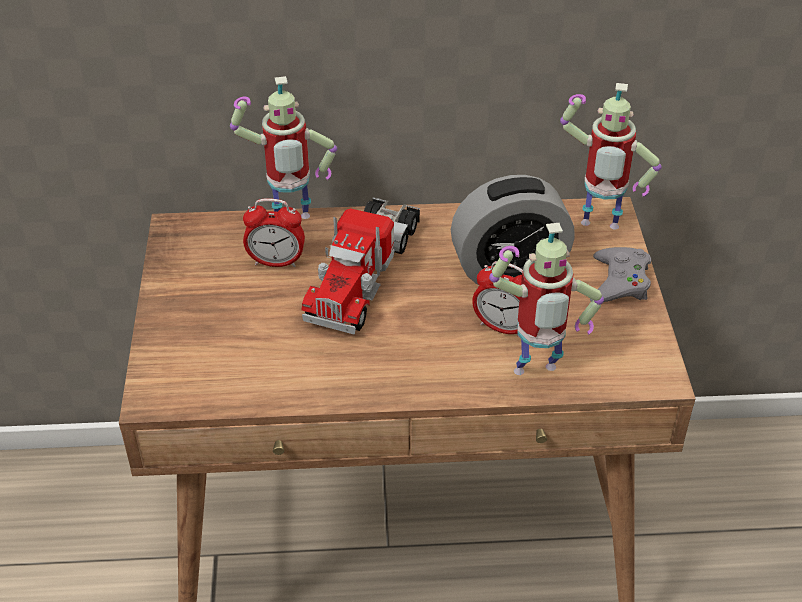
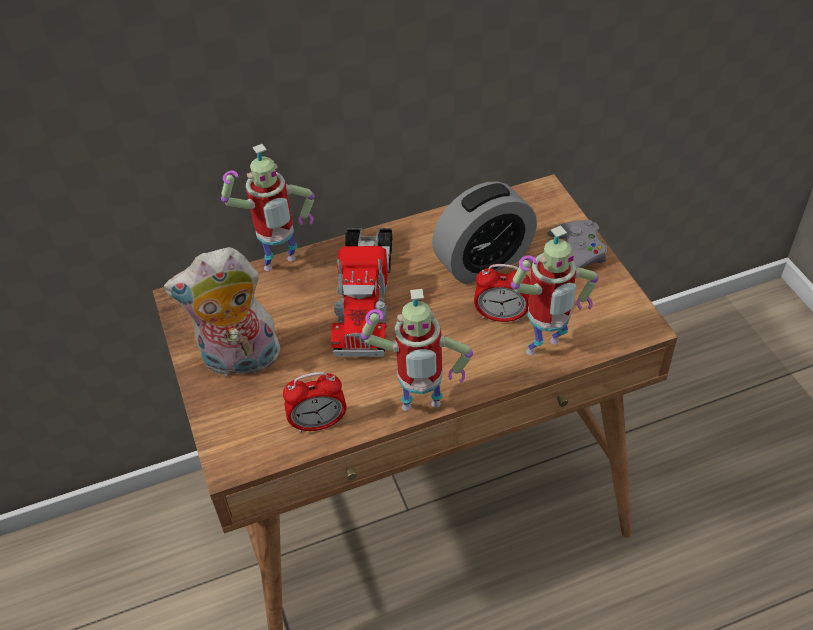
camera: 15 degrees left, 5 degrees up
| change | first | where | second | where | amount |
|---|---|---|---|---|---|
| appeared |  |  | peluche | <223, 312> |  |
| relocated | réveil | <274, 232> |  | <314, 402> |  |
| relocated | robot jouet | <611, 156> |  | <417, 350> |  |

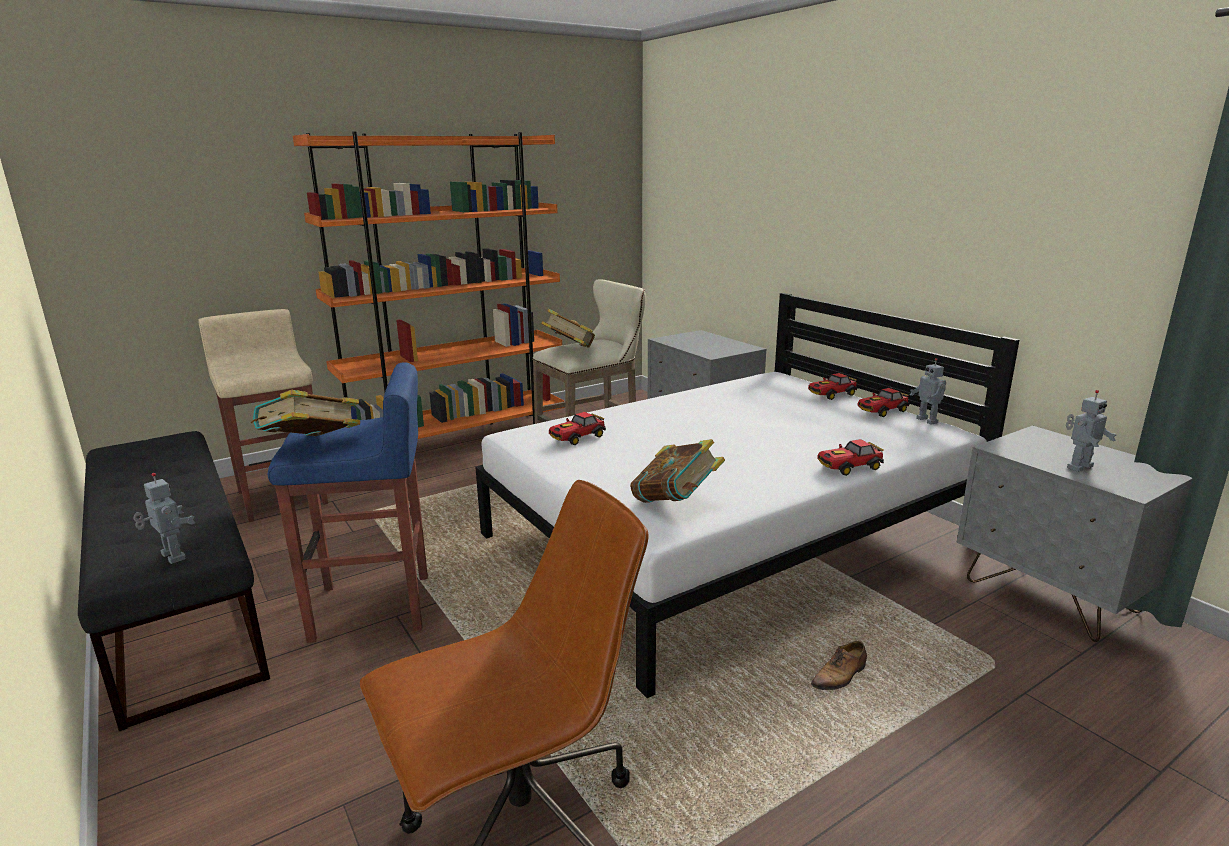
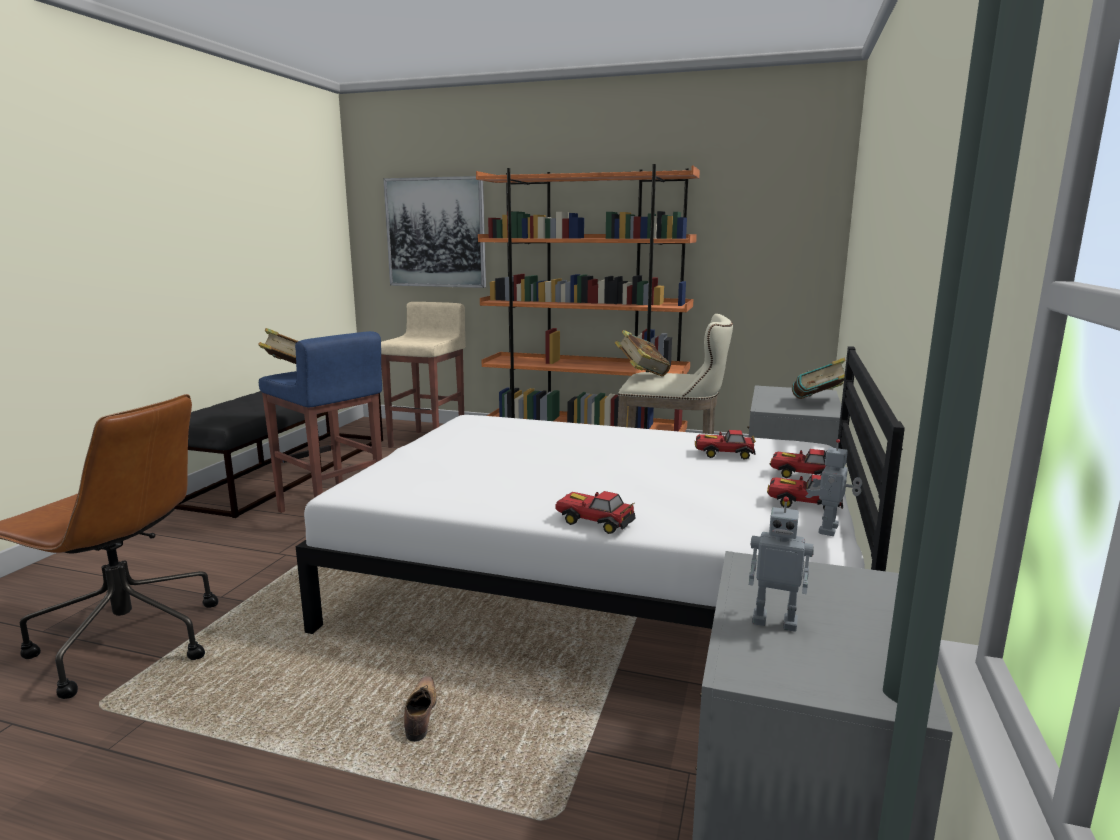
camera: 50 degrees right, 5 degrees down
| change | first | where | second | where | amount |
|---|---|---|---|---|---|
| missing | robot jouet | <164, 518> |  |  |  |
| appeared |  |  | tableau | <434, 232> |  |
| relocated | petite voiture | <577, 428> |  | <725, 445> |  |
| relocated | livre | <677, 471> |  | <819, 378> |  |
| spun | chaussure | <839, 665> |  | <420, 709> | 75 degrees clockwise |

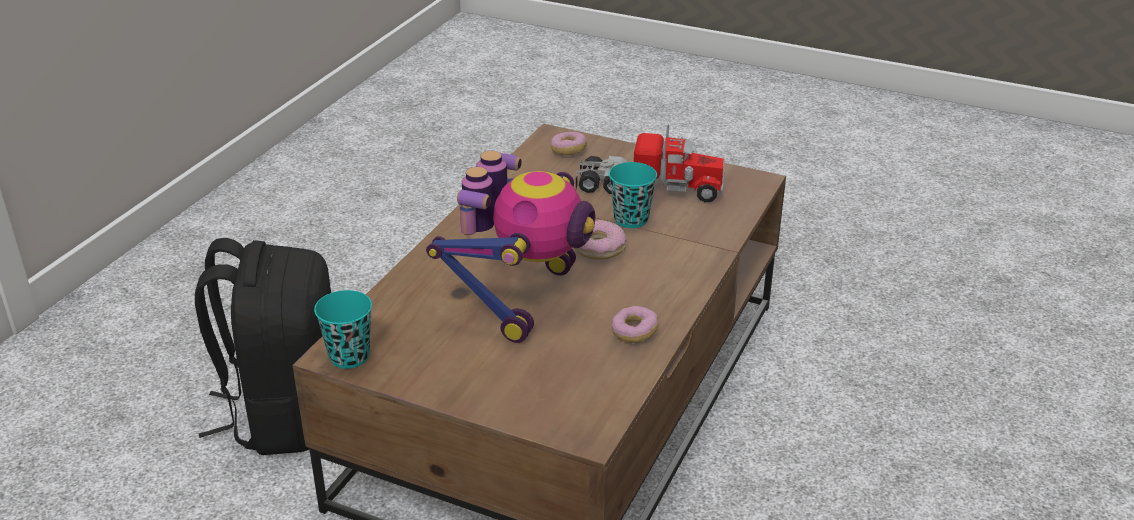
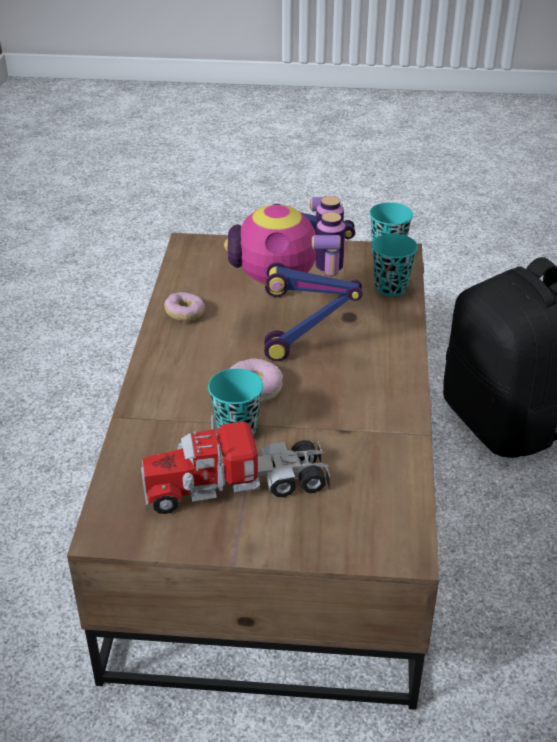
camera: 160 degrees right, 5 degrees up
| change | first | where | second | where | amount |
|---|---|---|---|---|---|
| missing | beignet | <569, 143> |  |  |  |
| appeared |  |  | tasse/turquoise | <395, 265> |  |

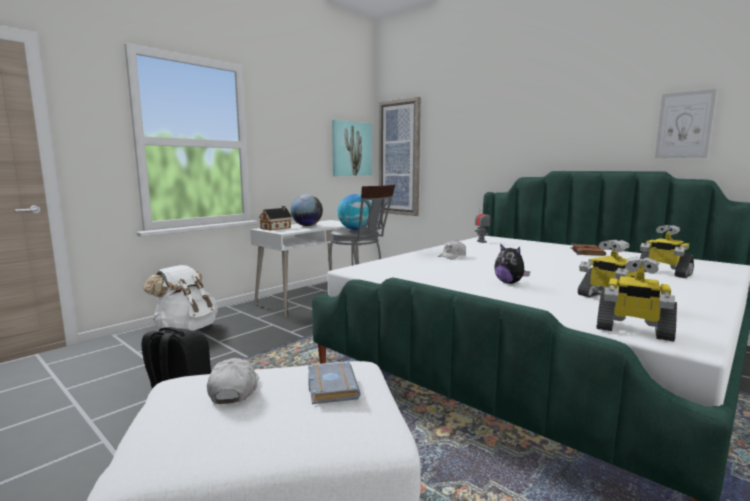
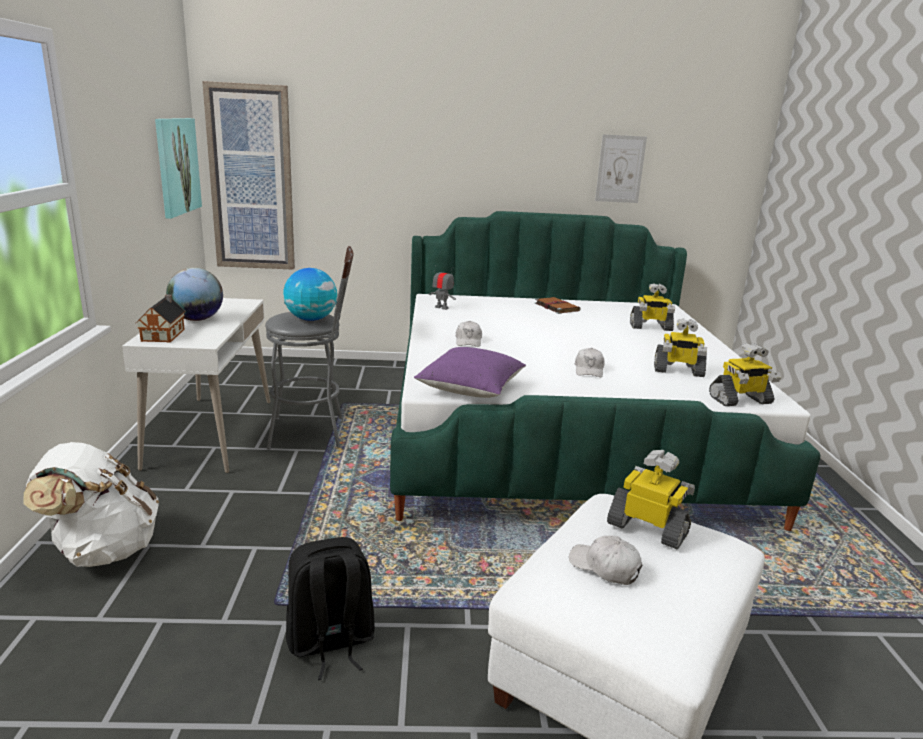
camera: 45 degrees left, 10 degrees up
| change | first | where | second | where | amount |
|---|---|---|---|---|---|
| appeared |  |  | coussin/violet | <470, 372> |  |
| exchanged | livre/gris | <334, 383> | robot jouet | <651, 499> |  |
| exchanged | peluche | <512, 264> | casquette/blanc | <590, 362> |  |

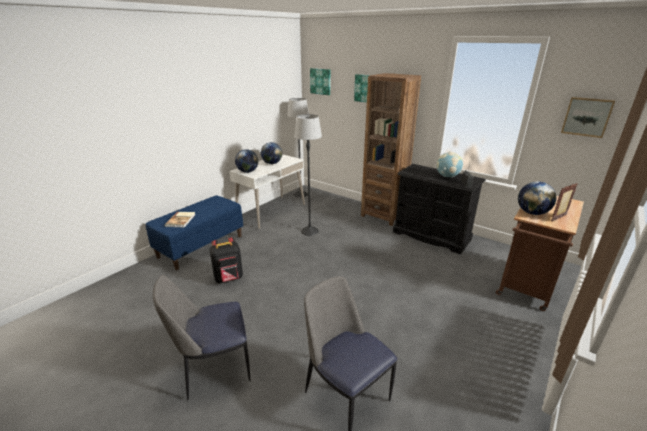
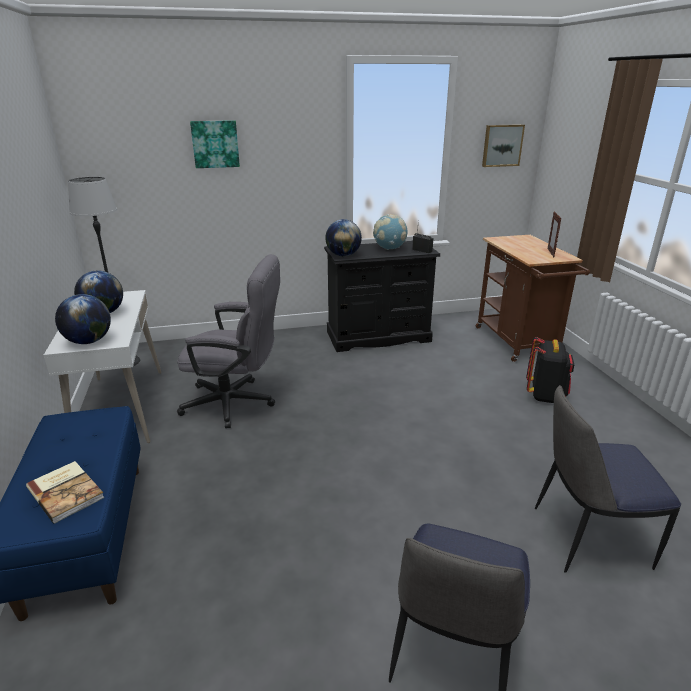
camera: 50 degrees left, 0 degrees up
| change | first | where | second | where | amount |
|---|---|---|---|---|---|
| missing | tableau | <320, 81> |  |  |  |
| missing | bibliothèque/marron | <391, 149> |  |  |  |
| relocated | sac à dos/noir | <226, 260> |  | <550, 370> |  |
| relocated | globe | <537, 198> |  | <343, 237> |  |
| exchanged | lampadaire | <308, 175> | chaise de bureau/gris | <228, 341> |  |

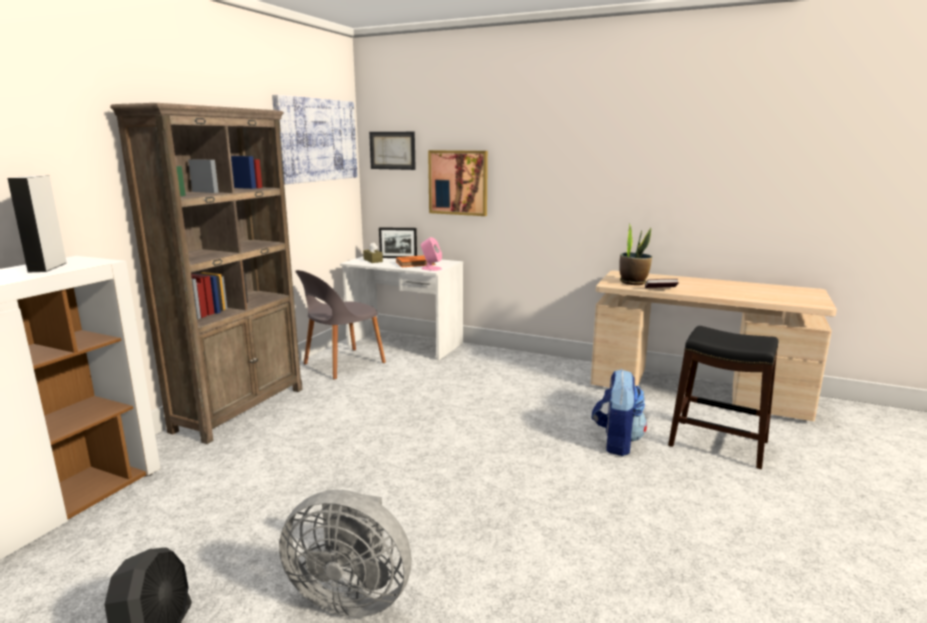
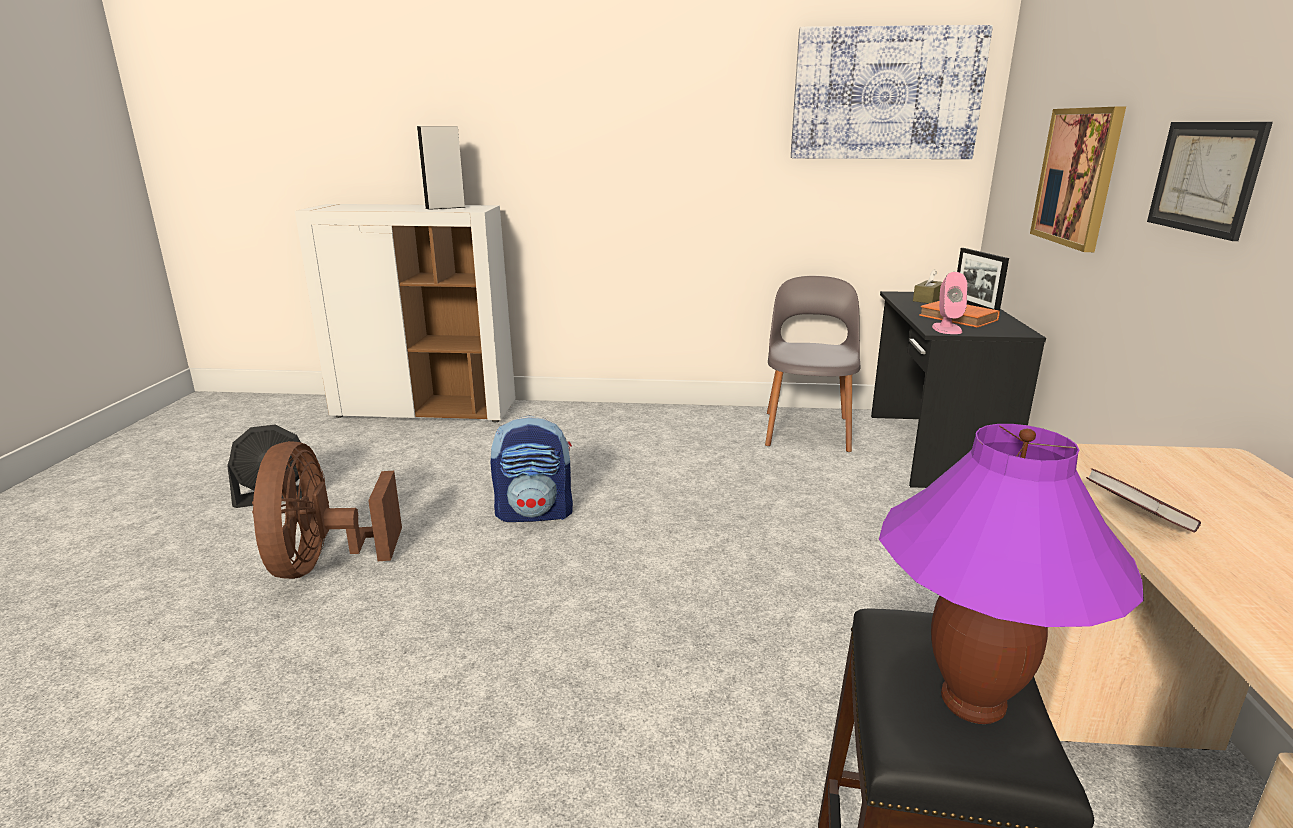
camera: 70 degrees right, 5 degrees up
| change | first | where | second | where | amount |
|---|---|---|---|---|---|
| missing | bibliothèque/marron | <206, 273> |  |  |  |
| missing | plante en pot | <635, 254> |  |  |  |
| appeared |  |  | lampe de table/violet | <1011, 574> |  |
| relocated | tableau | <392, 151> |  | <1210, 181> |  |
| relocated | sac à dos | <619, 412> |  | <532, 469> |  |
| colour | ventilateur/gris | <345, 553> | ventilateur/marron | <327, 510> |  |
| colour | bureau/blanc | <401, 308> | bureau/noir | <958, 389> |  |
| spun | chaise/gris | <340, 325> |  | <812, 364> | 75 degrees clockwise |

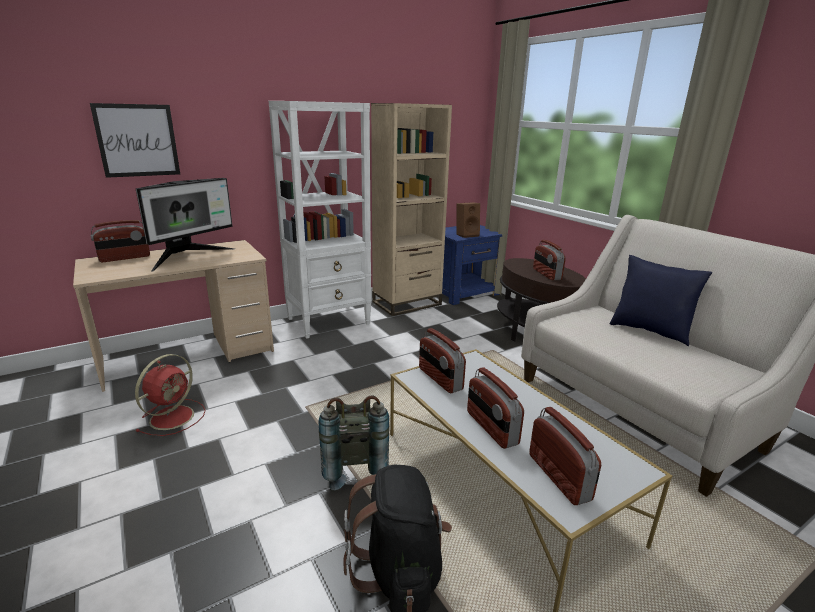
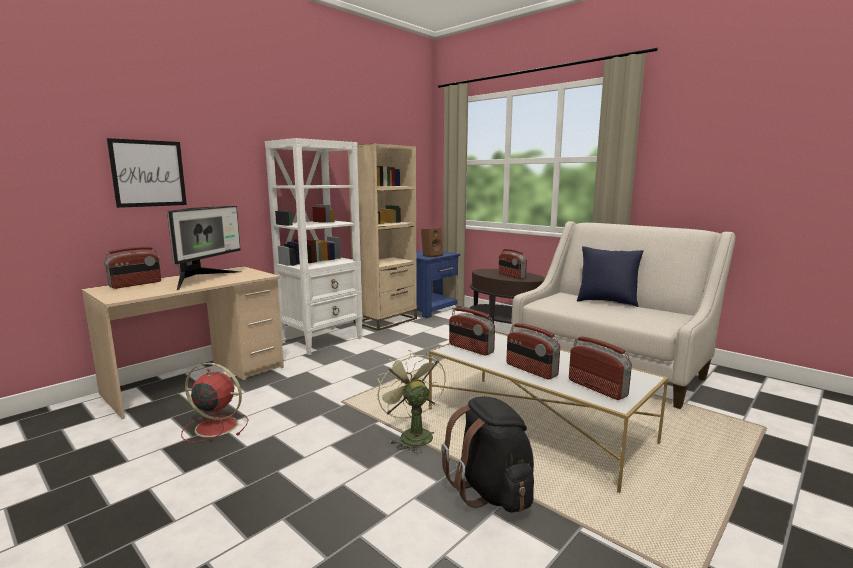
camera: 15 degrees left, 10 degrees down
| change | first | where | second | where | amount |
|---|---|---|---|---|---|
| exchanged | sac à dos/gris | <354, 442> | ventilateur/vert | <411, 401> |  |
| spun | ventilateur/rouge | <170, 395> |  | <215, 402> | 90 degrees counterclockwise |

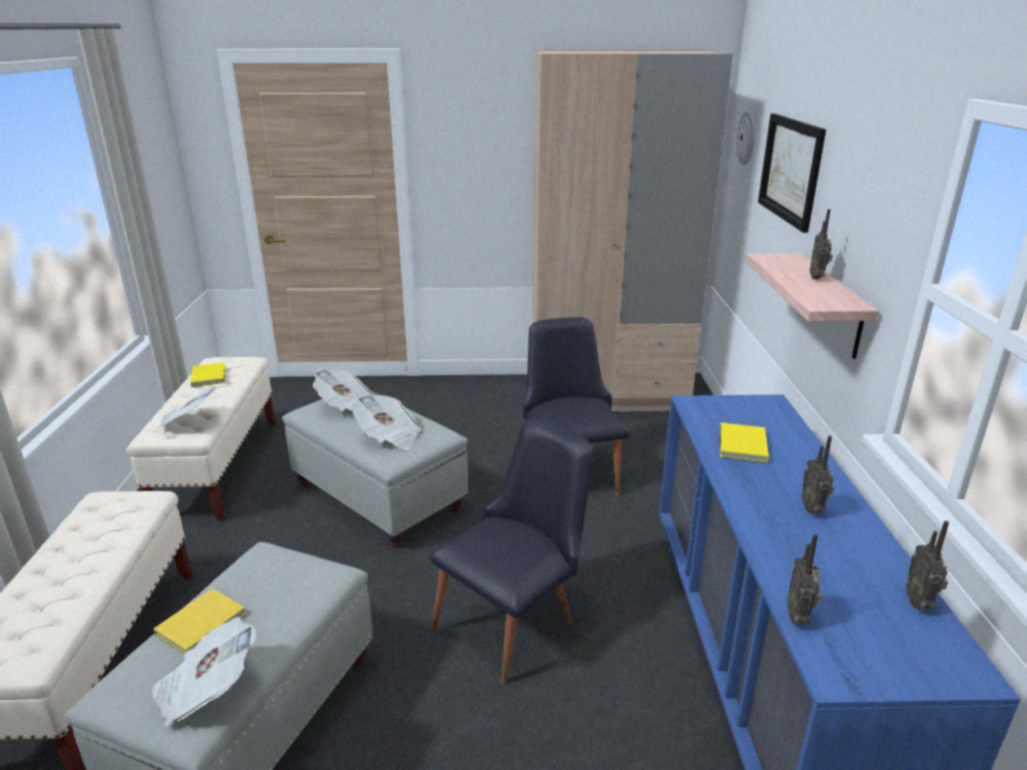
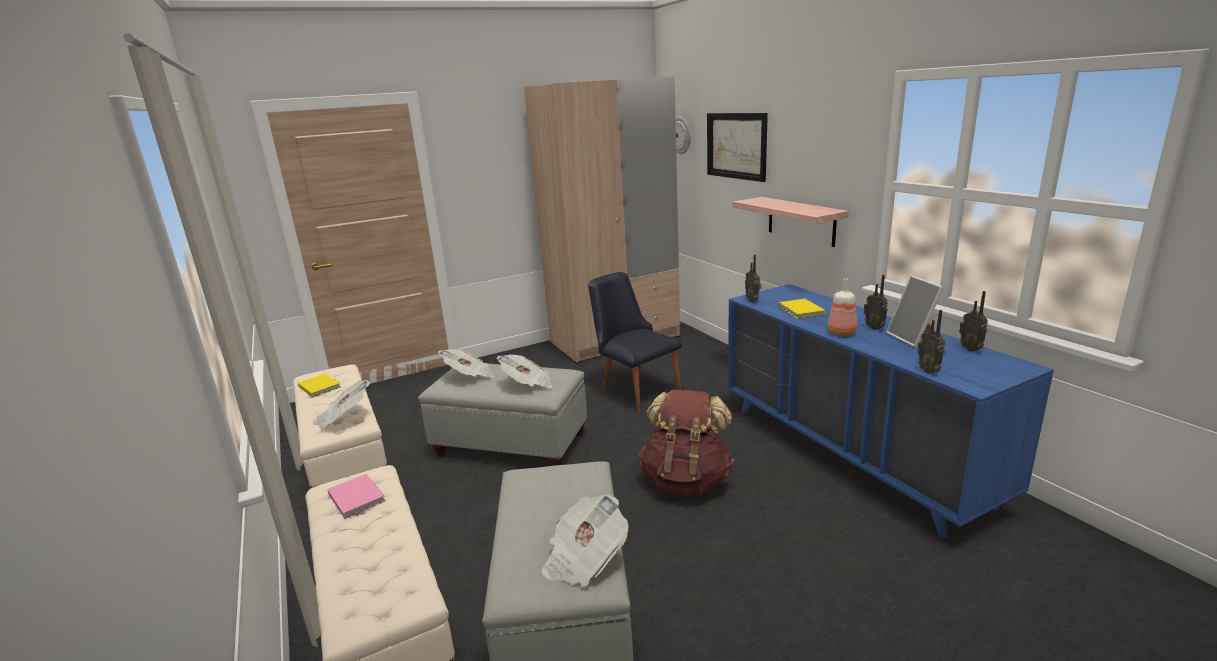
camera: 25 degrees left, 5 degrees down
| change | first | where | second | where | amount |
|---|---|---|---|---|---|
| missing | livre/jaune | <200, 621> |  |  |  |
| appeared |  |  | livre/rose | <356, 496> |  |
| appeared |  |  | bouteille | <842, 307> |  |
| appeared |  |  | cadre photo | <915, 311> |  |
| relocated | radio | <821, 244> |  | <753, 278> |  |
| exchanged | chaise/noir | <512, 551> | sac à dos/marron | <686, 443> |  |

